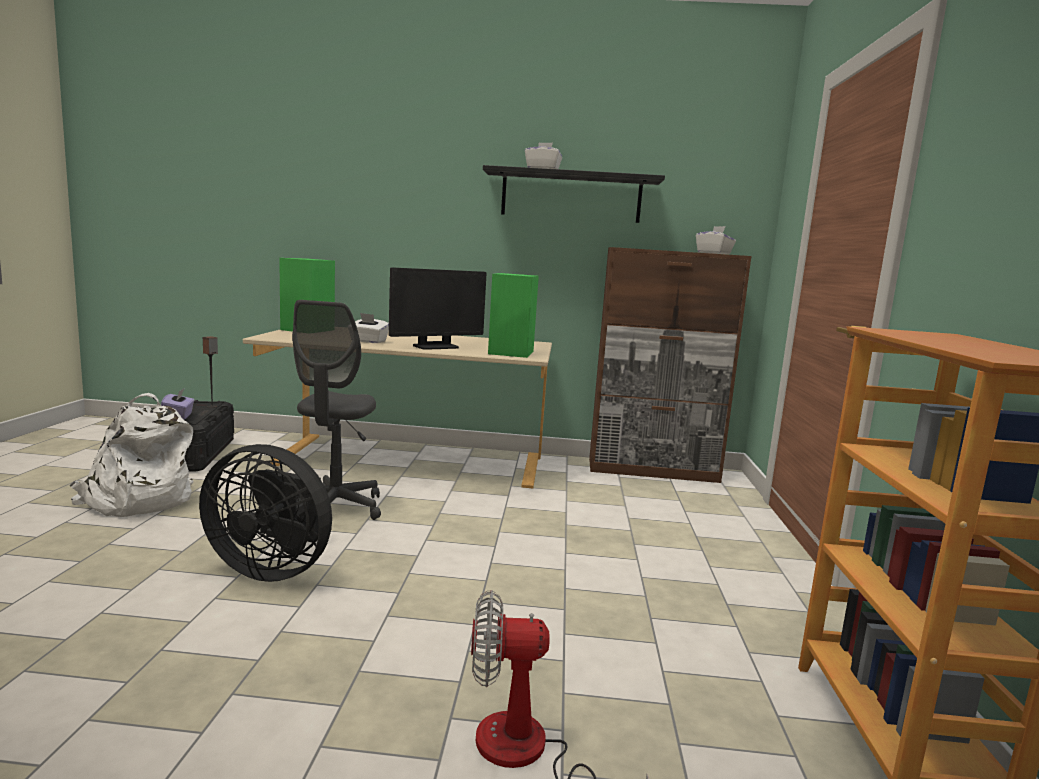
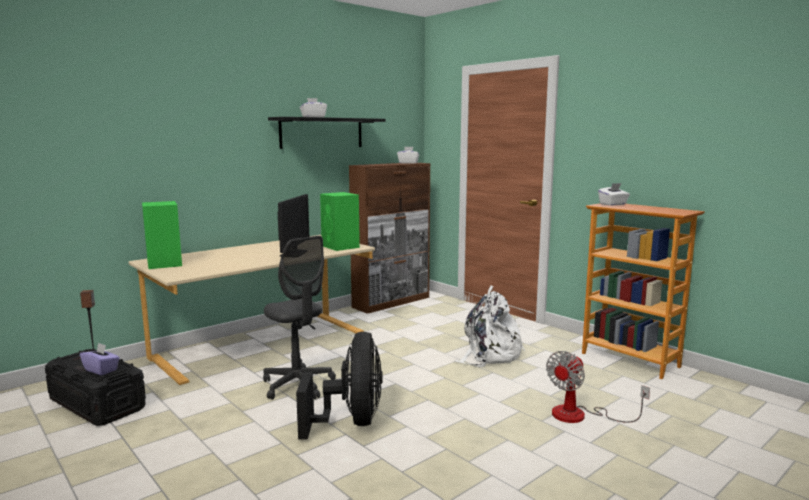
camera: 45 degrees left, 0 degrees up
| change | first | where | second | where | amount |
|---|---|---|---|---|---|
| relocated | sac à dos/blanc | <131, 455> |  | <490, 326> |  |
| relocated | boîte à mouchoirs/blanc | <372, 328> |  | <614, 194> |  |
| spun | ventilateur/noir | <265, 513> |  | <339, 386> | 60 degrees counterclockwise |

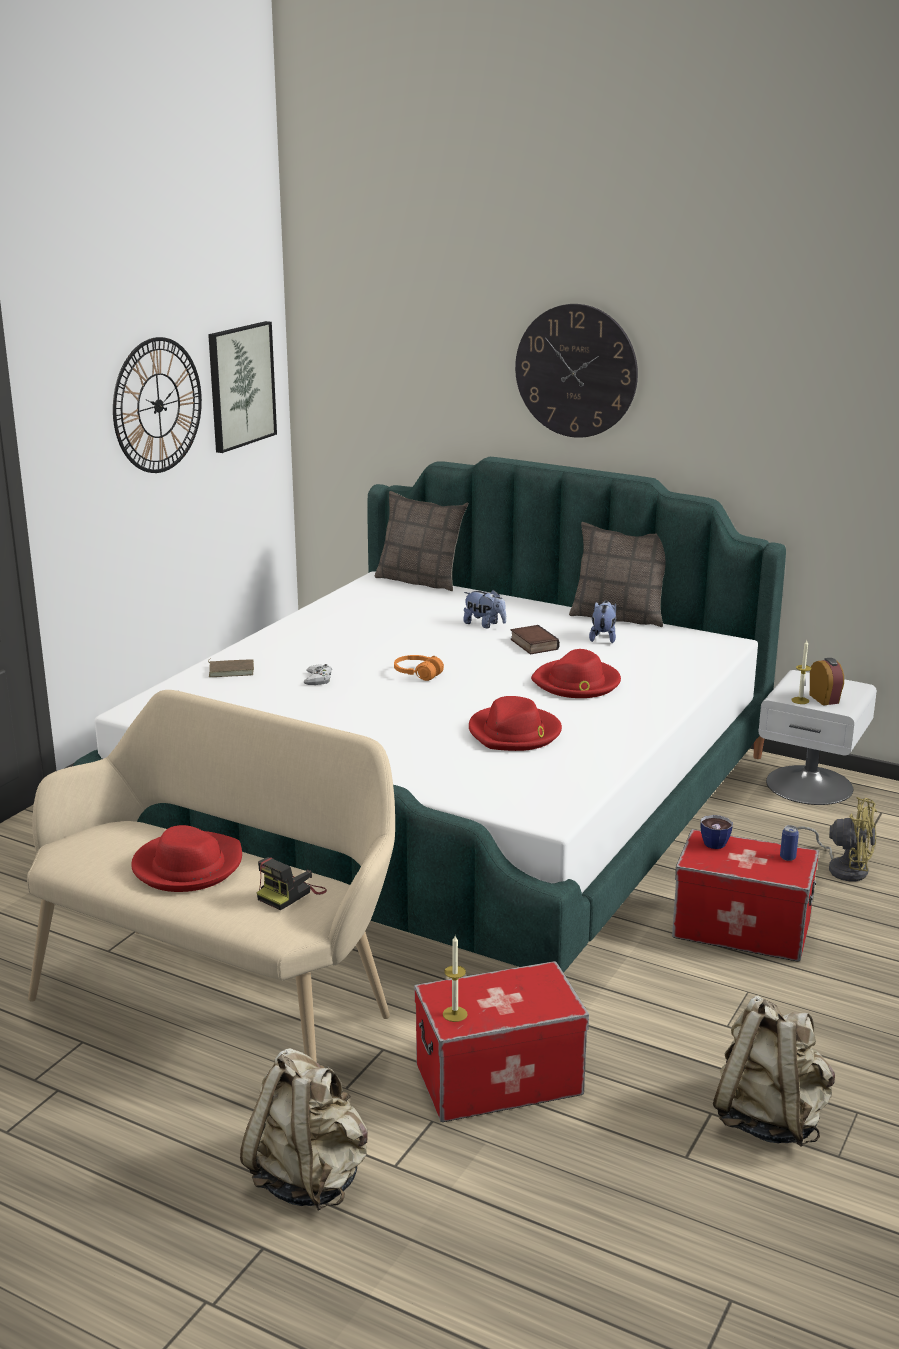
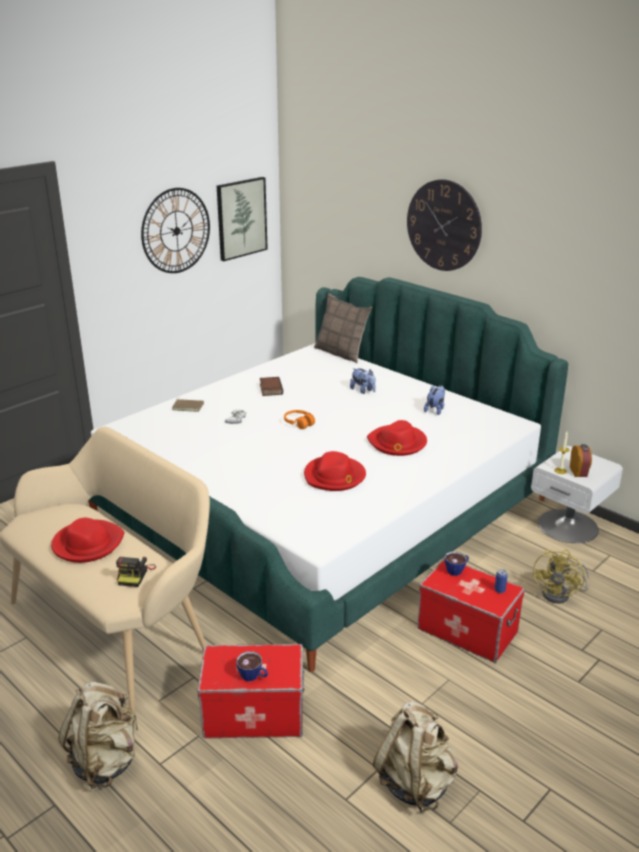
camera: 15 degrees right, 5 degrees up
| change | first | where | second | where | amount |
|---|---|---|---|---|---|
| missing | bougie | <455, 979> |  |  |  |
| missing | coussin | <617, 574> |  |  |  |
| appeared |  |  | tasse | <252, 666> |  |
| relocated | livre | <535, 639> |  | <271, 386> |  |
| spun | appareil photo | <292, 883> |  | <136, 572> | 45 degrees counterclockwise |
| spun | ventilateur/jaune | <837, 839> |  | <561, 577> | 75 degrees clockwise |

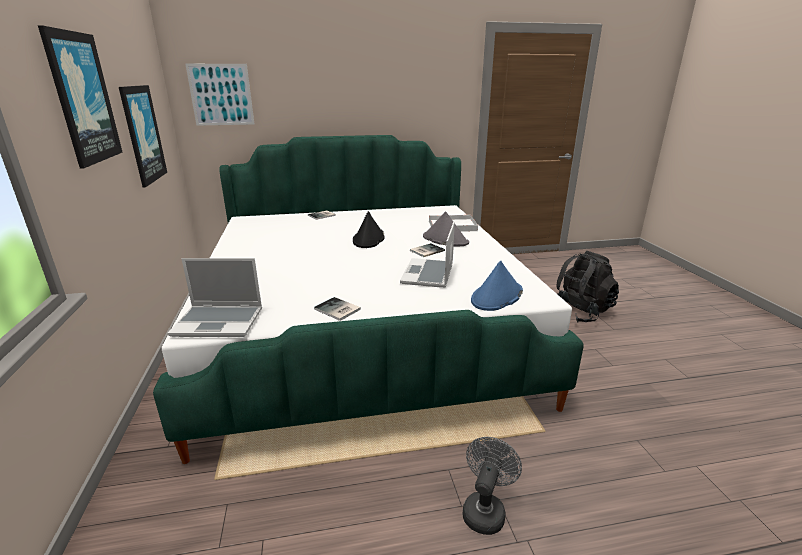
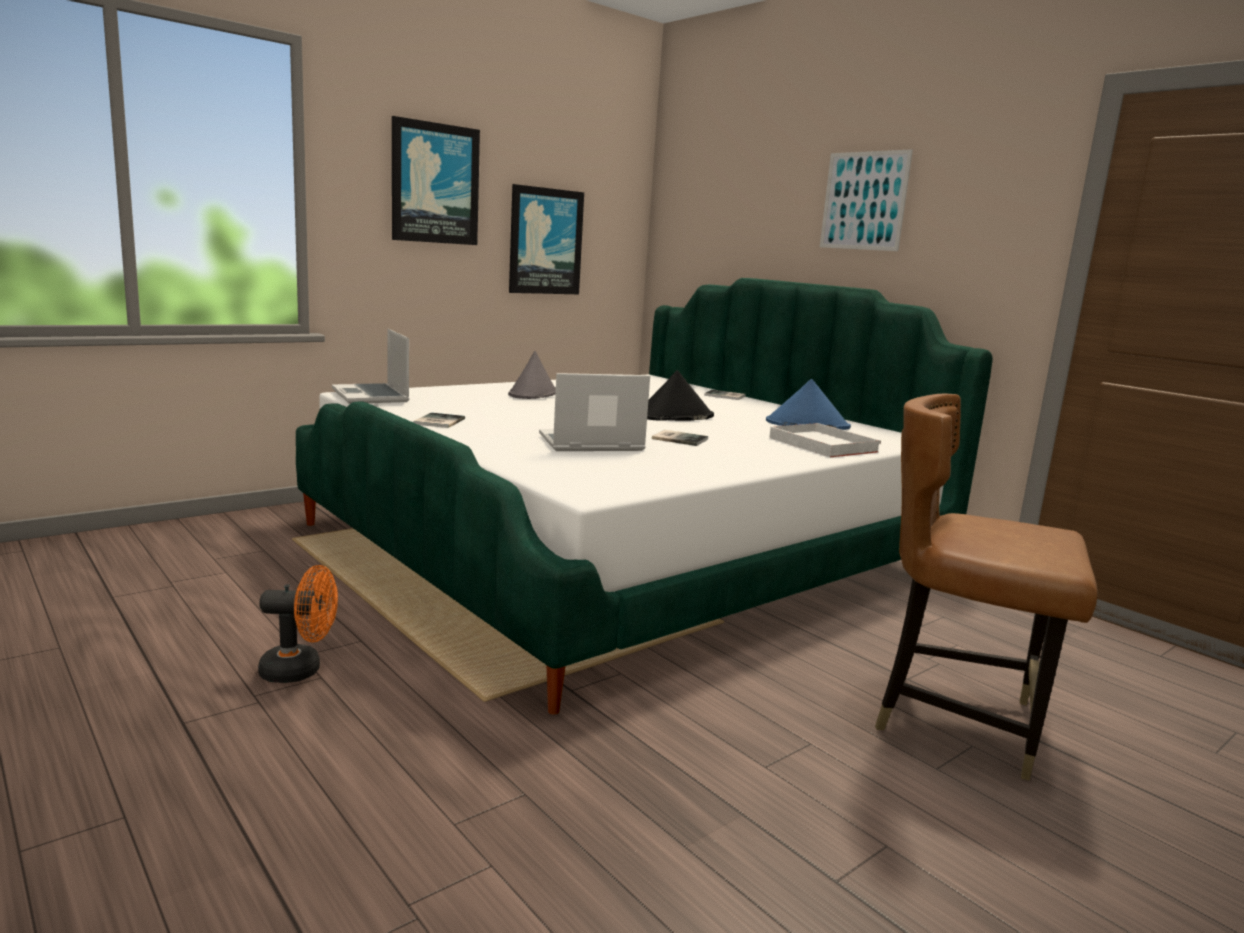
camera: 60 degrees right, 10 degrees down
| change | first | where | second | where | amount |
|---|---|---|---|---|---|
| relocated | tableau | <219, 95> |  | <866, 200> |  |
| relocated | chapeau/gris | <446, 228> |  | <532, 375> |  |
| relocated | chapeau/bleu | <497, 286> |  | <808, 404> |  |
| exchanged | sac à dos/noir | <588, 287> | chaise/marron | <986, 587> |  |
| colour | ventilateur/gris | <492, 486> | ventilateur/orange | <298, 624> |  |

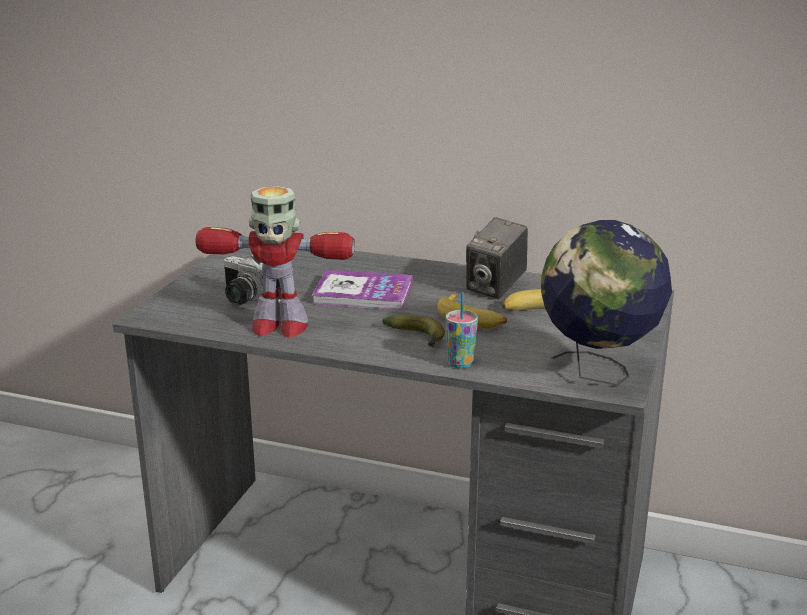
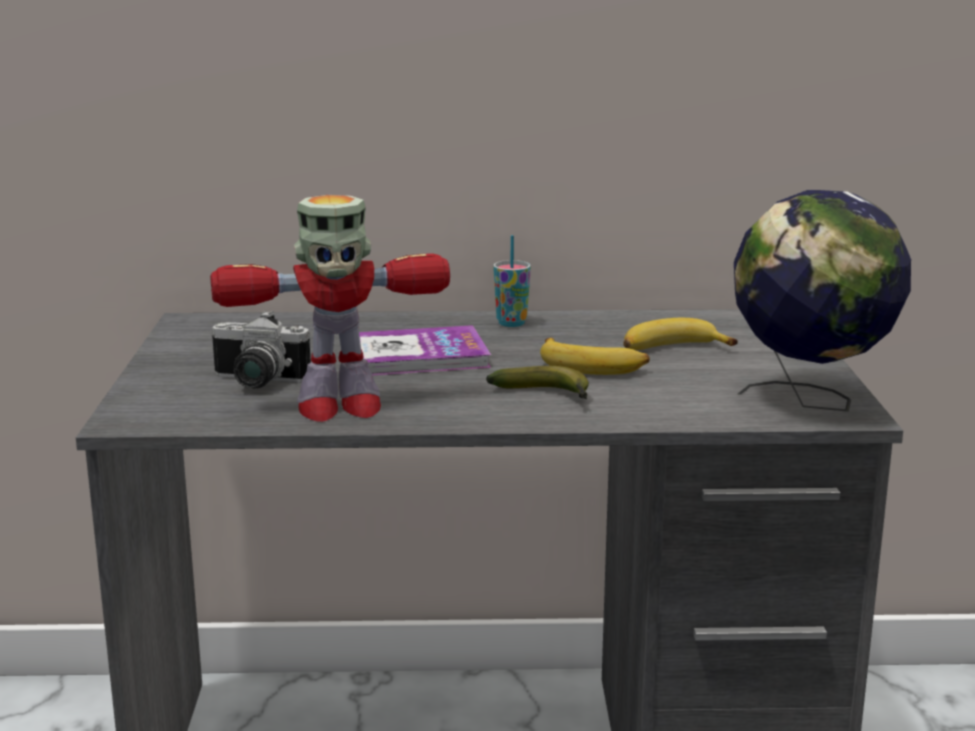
camera: 20 degrees left, 5 degrees down
| change | first | where | second | where | amount |
|---|---|---|---|---|---|
| missing | appareil photo | <497, 258> |  |  |  |
| relocated | tasse | <462, 330> |  | <512, 281> |  |

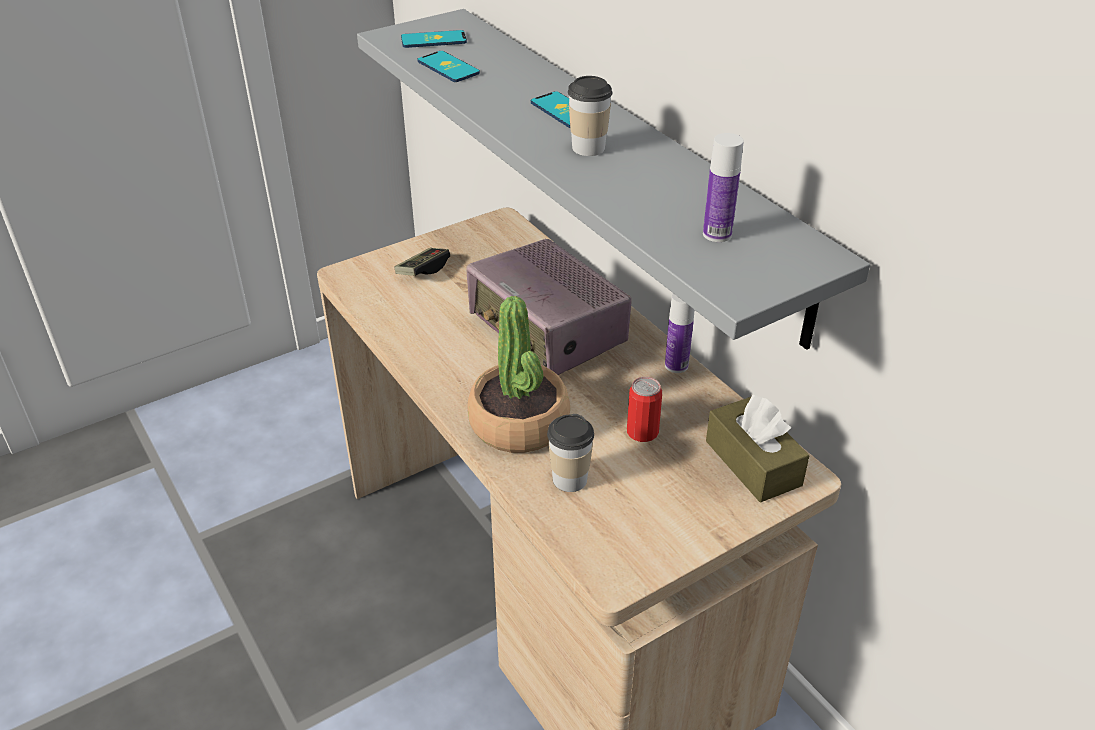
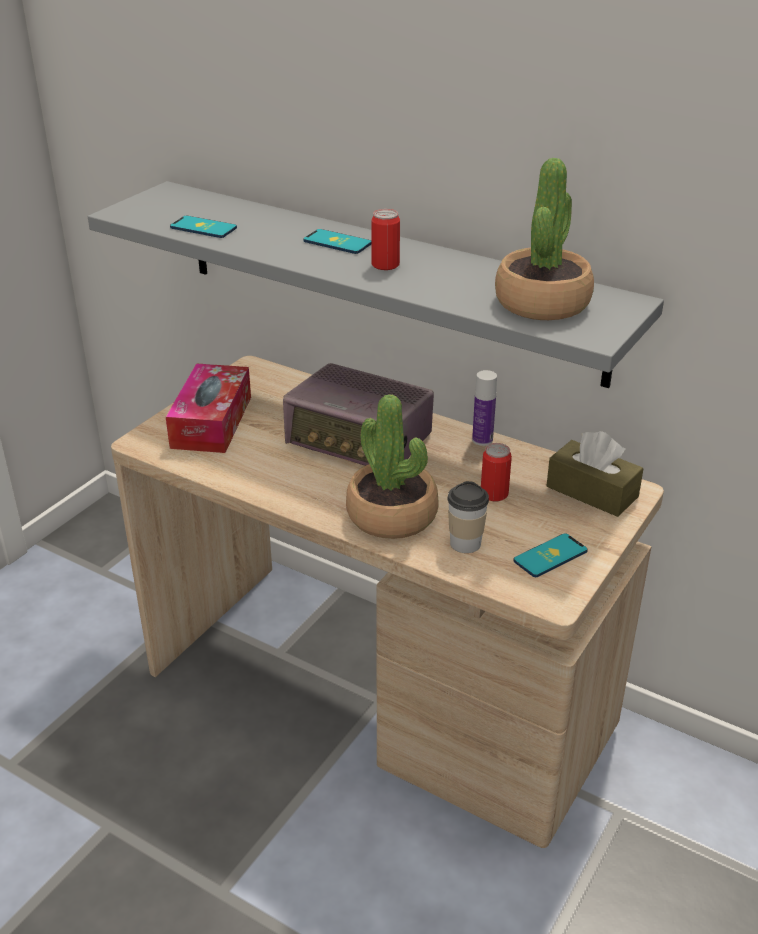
camera: 25 degrees left, 5 degrees down
| change | first | where | second | where | amount |
|---|---|---|---|---|---|
| relocated | téléphone | <434, 39> |  | <550, 555> |  |
| exchanged | manette | <422, 262> | boîte à mouchoirs | <208, 408> |  |
| exchanged | tasse | <590, 116> | boîte métallique | <385, 239> |  |
| exchanged | bouteille | <723, 187> | plante en pot | <544, 239> |  |

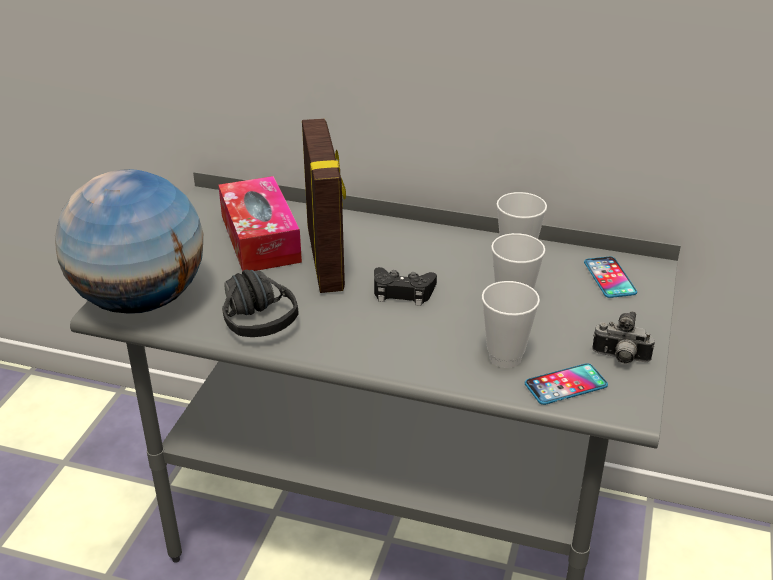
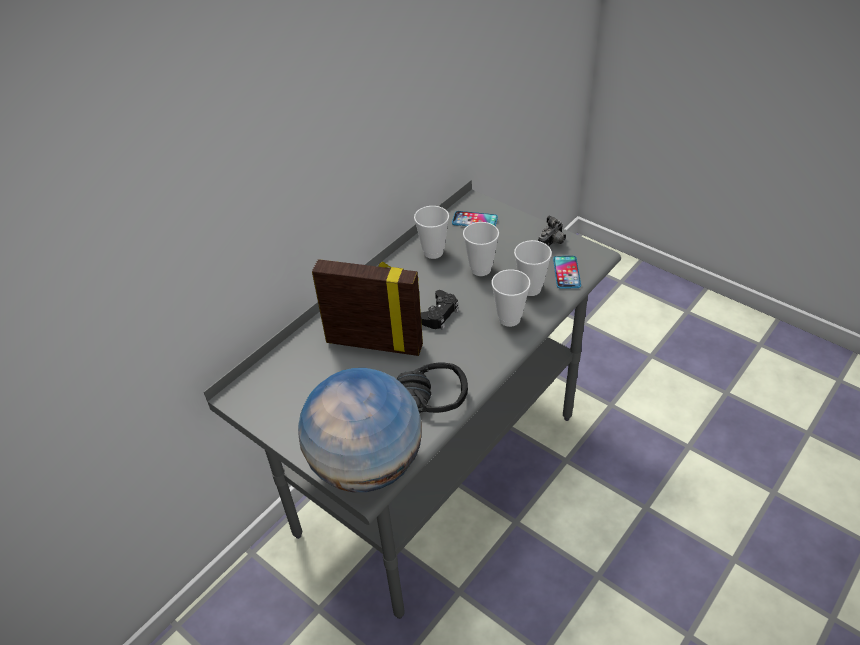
camera: 65 degrees left, 10 degrees up
| change | first | where | second | where | amount |
|---|---|---|---|---|---|
| missing | boîte à mouchoirs | <260, 224> |  |  |  |
| appeared |  |  | tasse | <511, 298> |  |

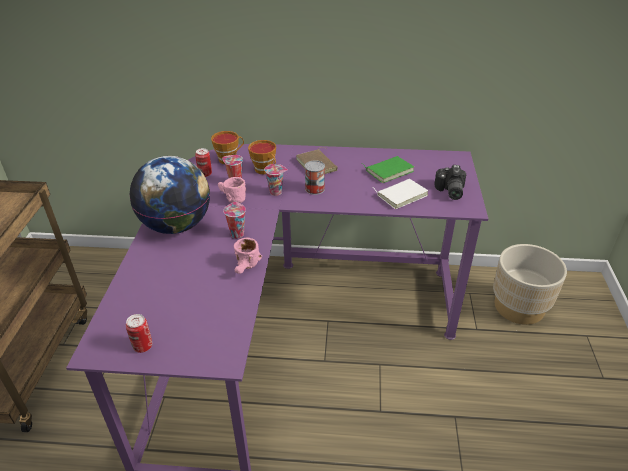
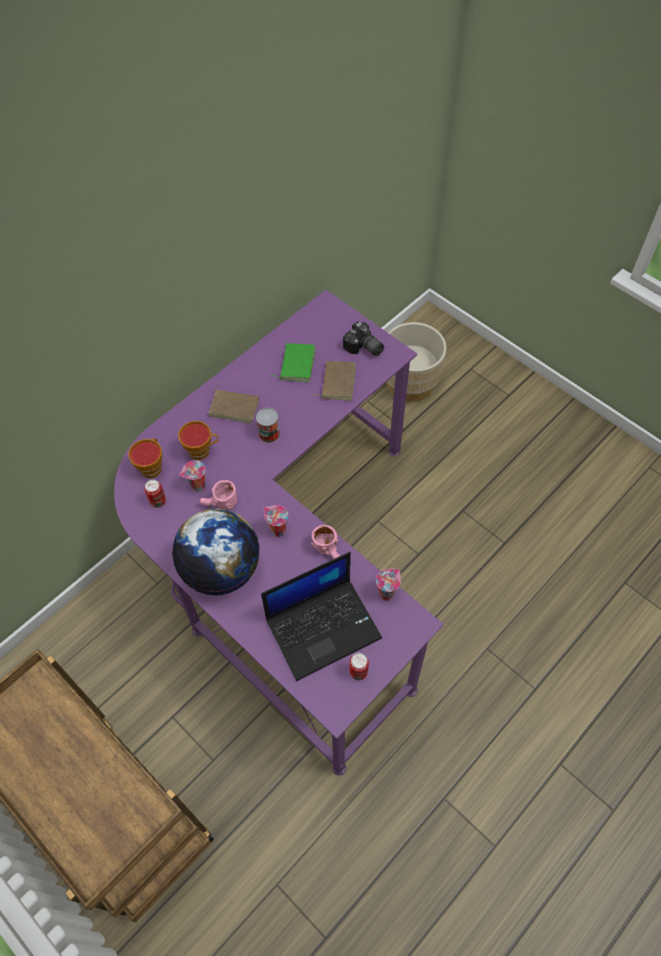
camera: 50 degrees left, 20 degrees up
| change | first | where | second | where | amount |
|---|---|---|---|---|---|
| appeared |  |  | ordinateur portable | <321, 616> |  |
| relocated | tasse | <276, 180> |  | <388, 585> |  |
| colour | livre/blanc | <400, 194> | livre/marron | <334, 381> |  |

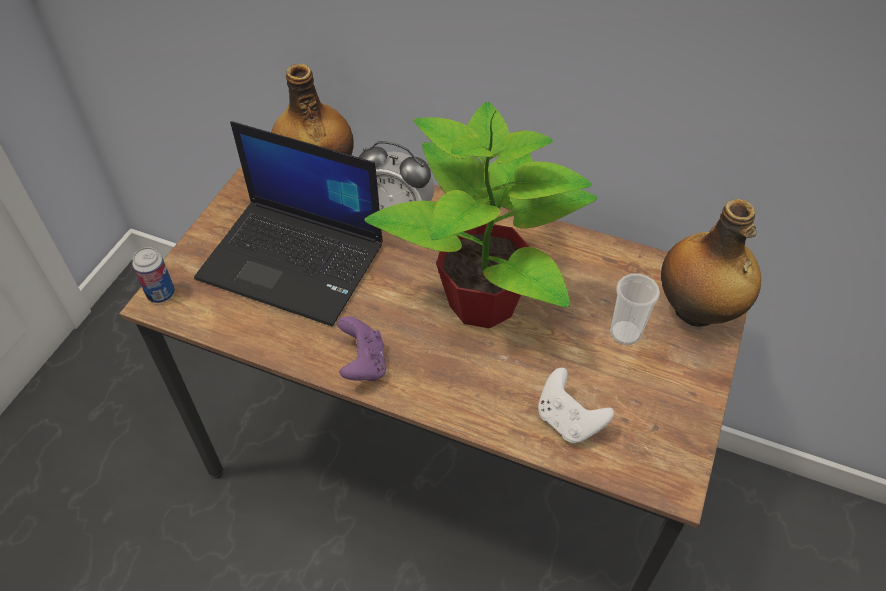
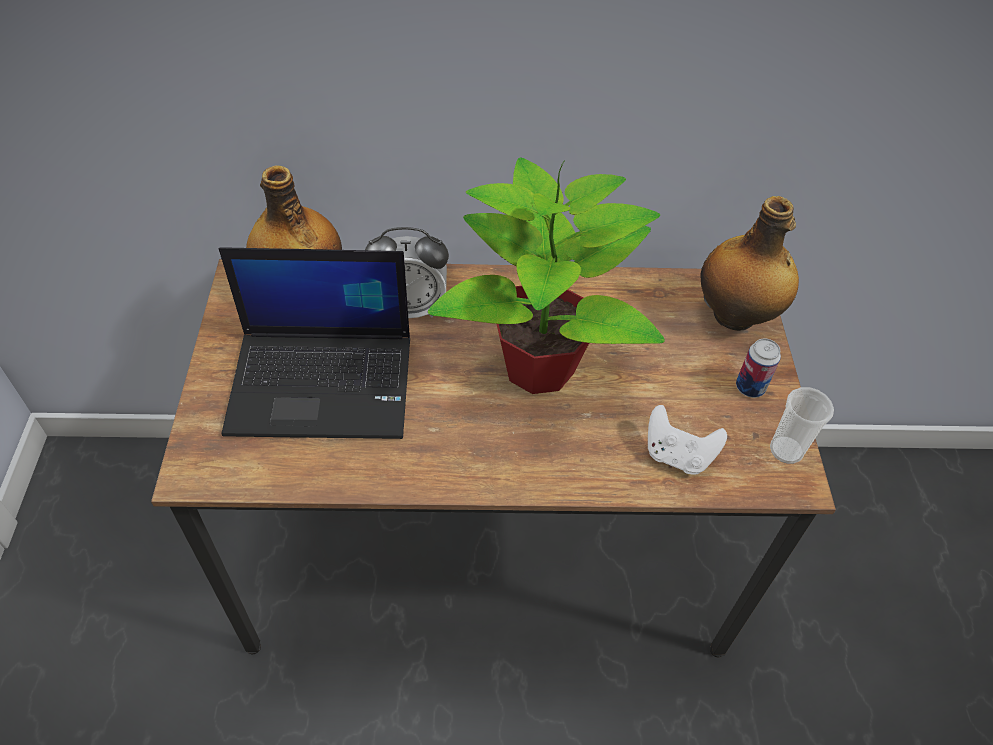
camera: 25 degrees left, 0 degrees up
| change | first | where | second | where | amount |
|---|---|---|---|---|---|
| missing | manette/violet | <361, 348> |  |  |  |
| relocated | boîte métallique | <153, 275> |  | <758, 368> |  |
| relocated | tasse | <635, 309> |  | <802, 425> |  |

